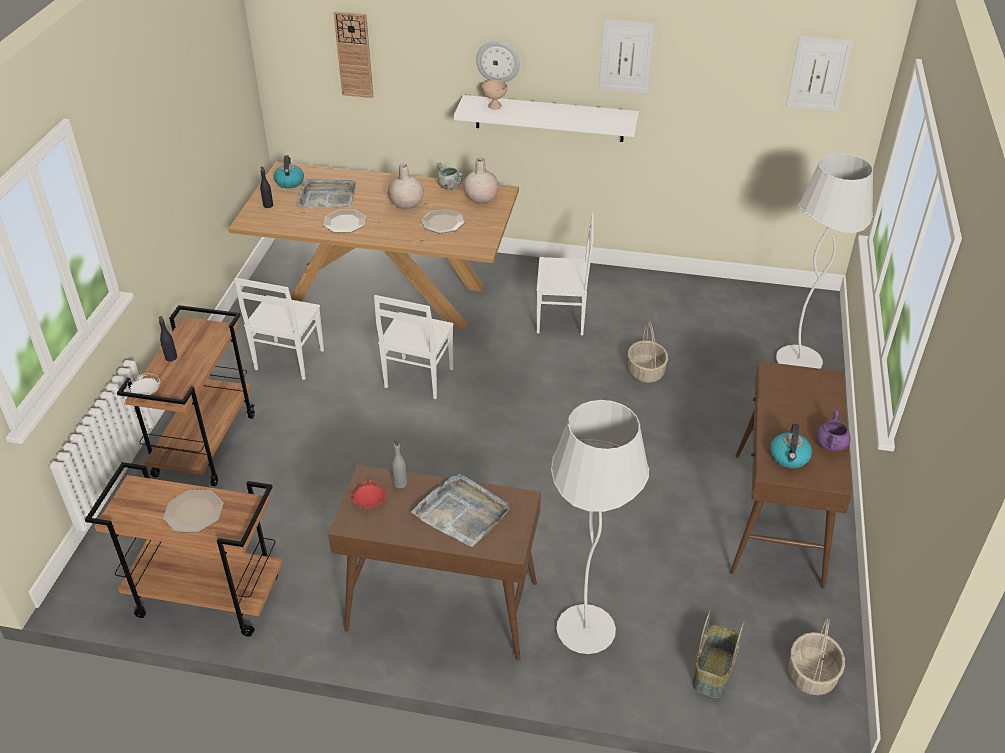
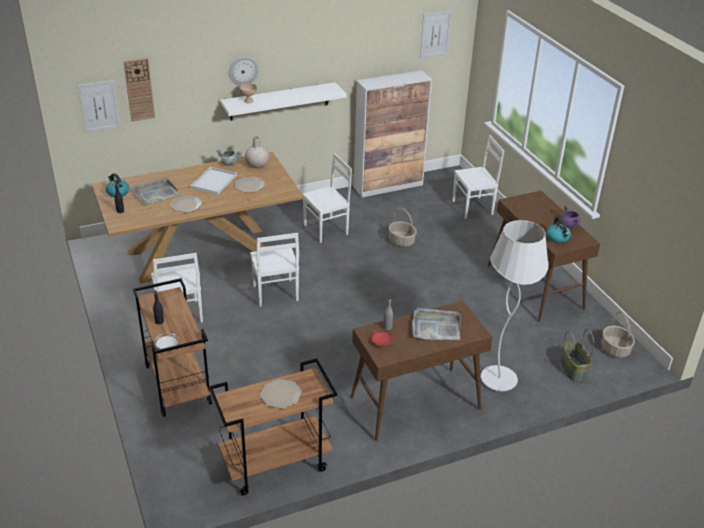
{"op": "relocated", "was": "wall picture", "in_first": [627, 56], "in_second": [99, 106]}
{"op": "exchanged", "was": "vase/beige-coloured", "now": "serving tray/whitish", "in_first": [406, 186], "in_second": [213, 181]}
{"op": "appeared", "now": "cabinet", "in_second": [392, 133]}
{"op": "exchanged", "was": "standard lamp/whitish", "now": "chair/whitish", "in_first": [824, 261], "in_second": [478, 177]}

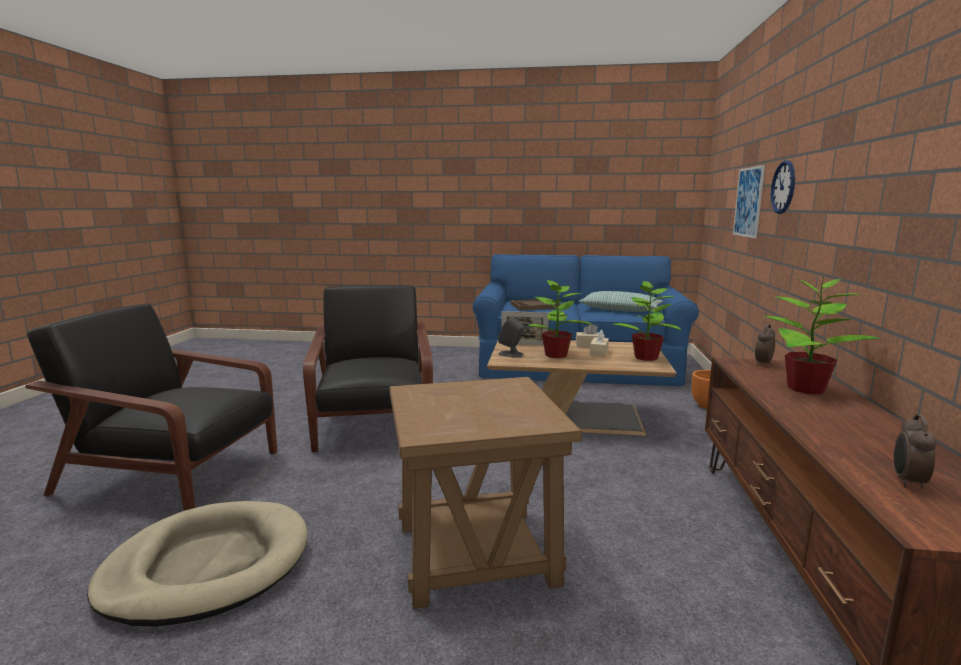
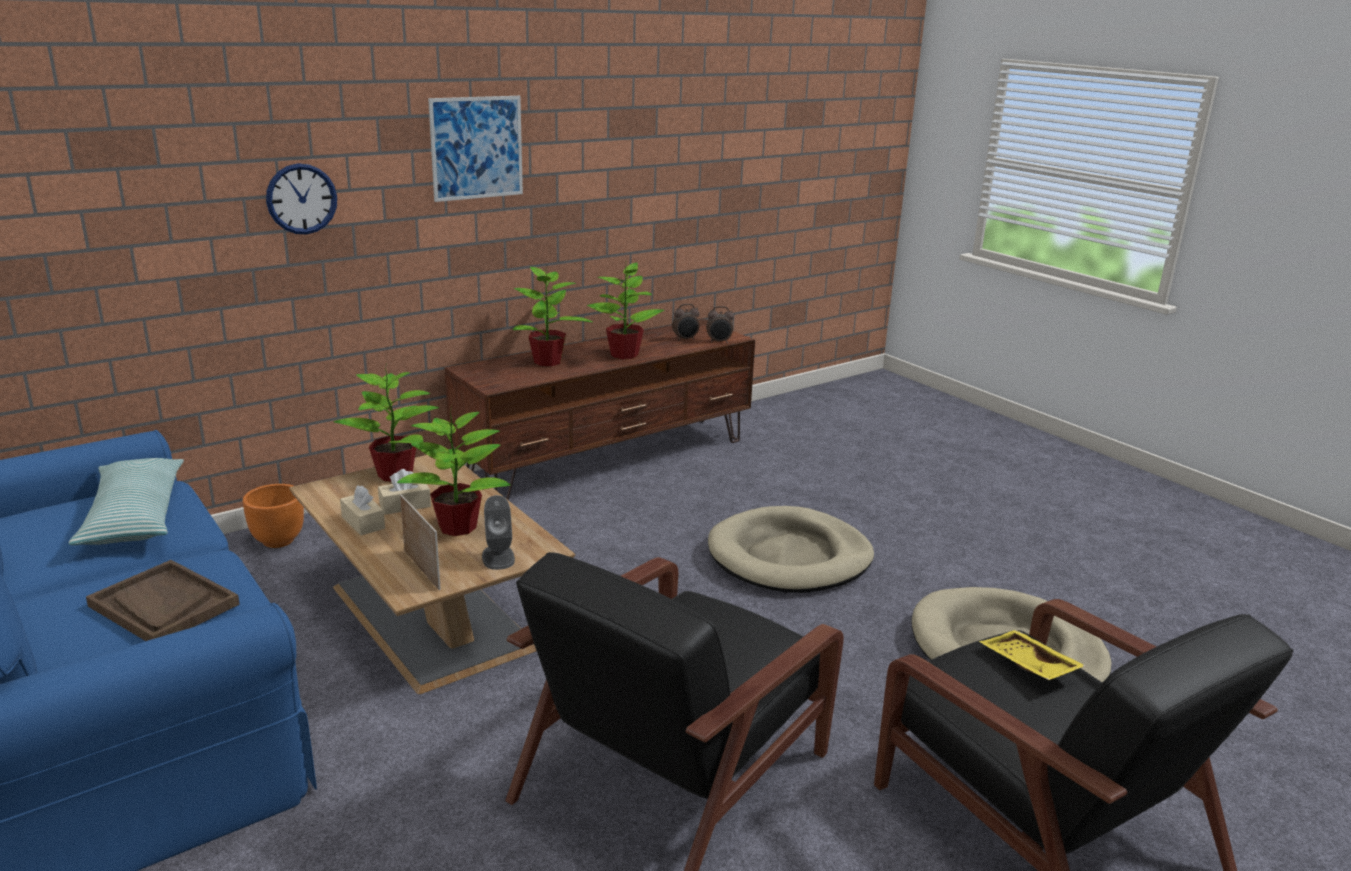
{"op": "relocated", "was": "wall picture", "in_first": [749, 201], "in_second": [475, 149]}
{"op": "appeared", "now": "houseplant", "in_second": [626, 310]}
{"op": "relocated", "was": "table clock", "in_first": [765, 345], "in_second": [720, 324]}
{"op": "exchanged", "was": "accent table/brownish", "now": "pet bed/beige-coloured", "in_first": [486, 493], "in_second": [791, 549]}
{"op": "appeared", "now": "serving tray/yellowish", "in_second": [1032, 655]}

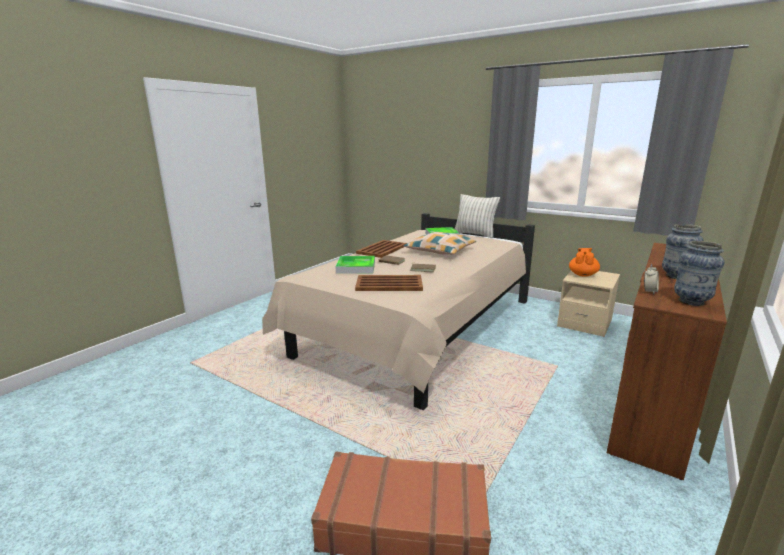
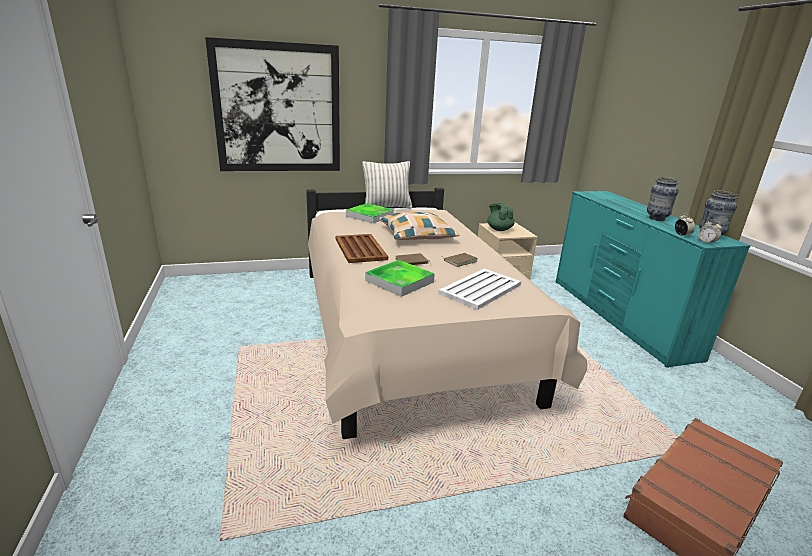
{"op": "appeared", "now": "wall picture", "in_second": [272, 104]}
{"op": "colour", "was": "serving tray/brownish", "now": "serving tray/whitish", "in_first": [389, 283], "in_second": [480, 289]}
{"op": "colour", "was": "tea pot/orange", "now": "tea pot/greenish", "in_first": [584, 262], "in_second": [501, 217]}
{"op": "colour", "was": "drawer chest/brownish", "now": "drawer chest/turquoise", "in_first": [667, 361], "in_second": [653, 279]}
{"op": "appeared", "now": "table clock", "in_second": [710, 231]}

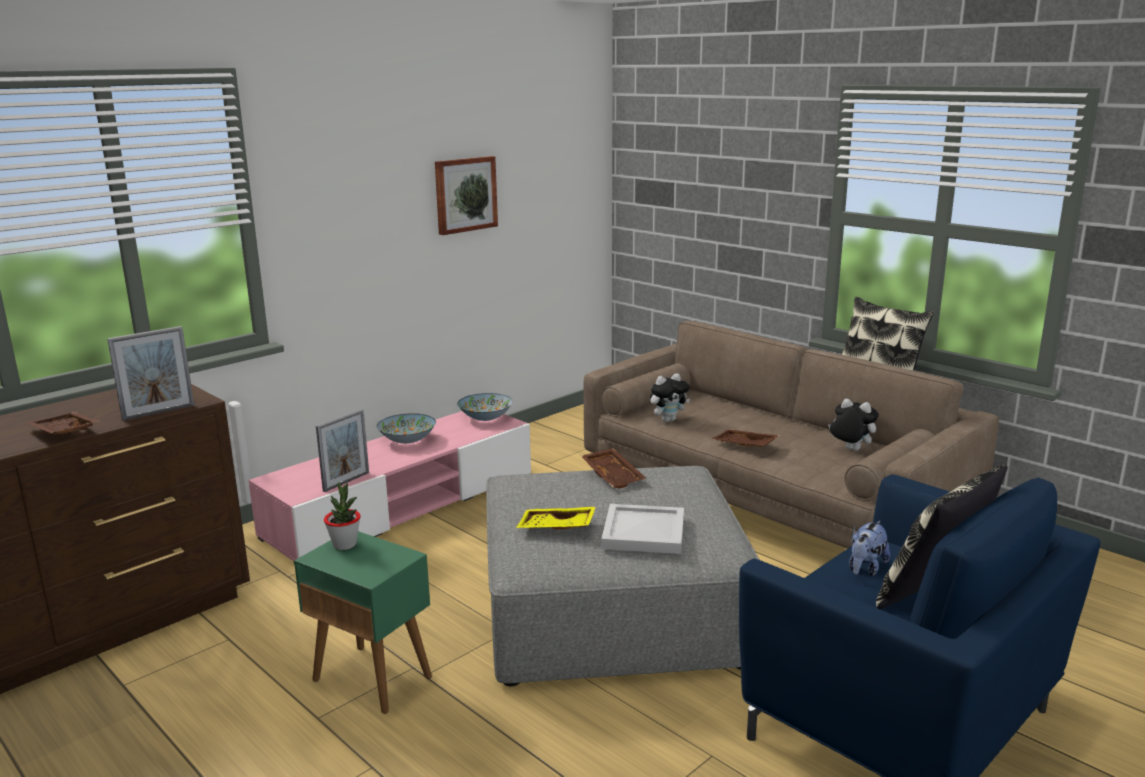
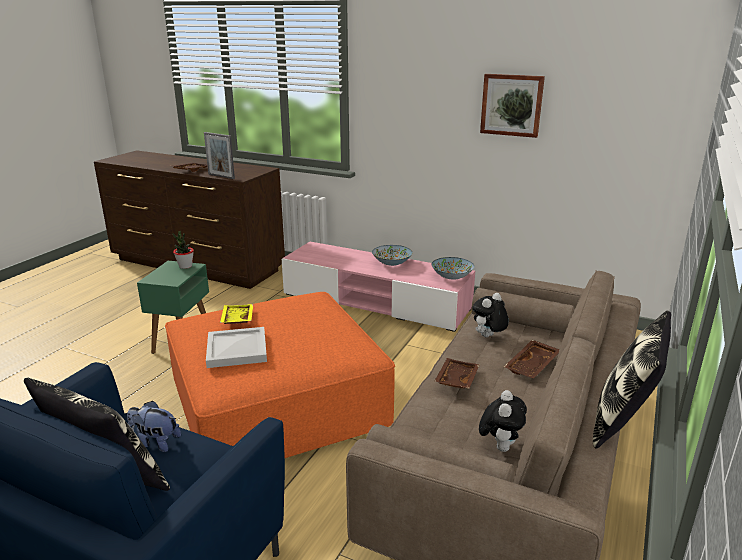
{"op": "colour", "was": "pouffe/greyish", "now": "pouffe/orange", "in_first": [623, 576], "in_second": [280, 375]}
{"op": "spun", "was": "cuddly toy", "in_first": [670, 397], "in_second": [490, 315], "clockwise": 90}
{"op": "relocated", "was": "serving tray/brownish", "in_first": [613, 468], "in_second": [532, 359]}
{"op": "missing", "was": "photo frame", "in_first": [342, 450]}

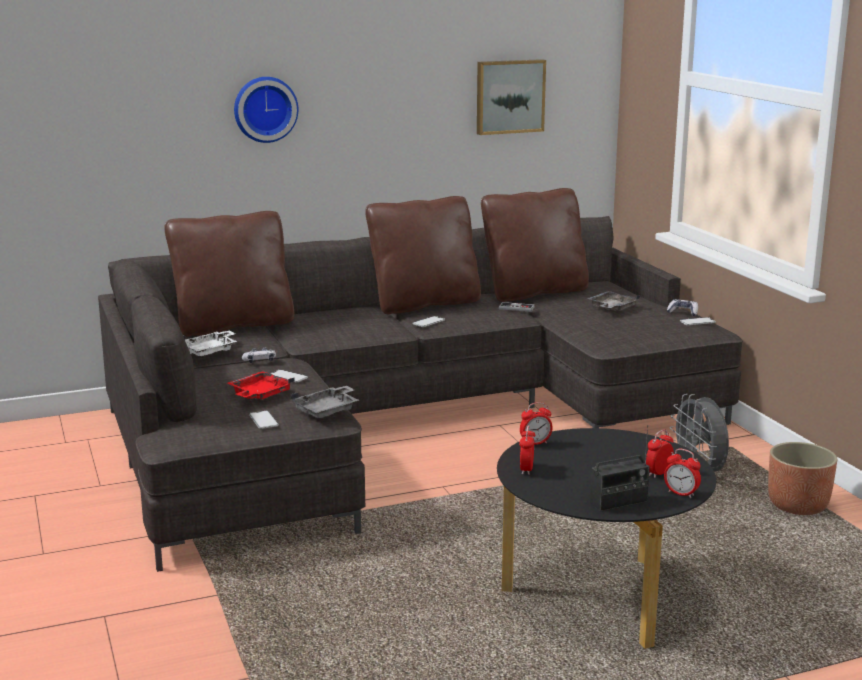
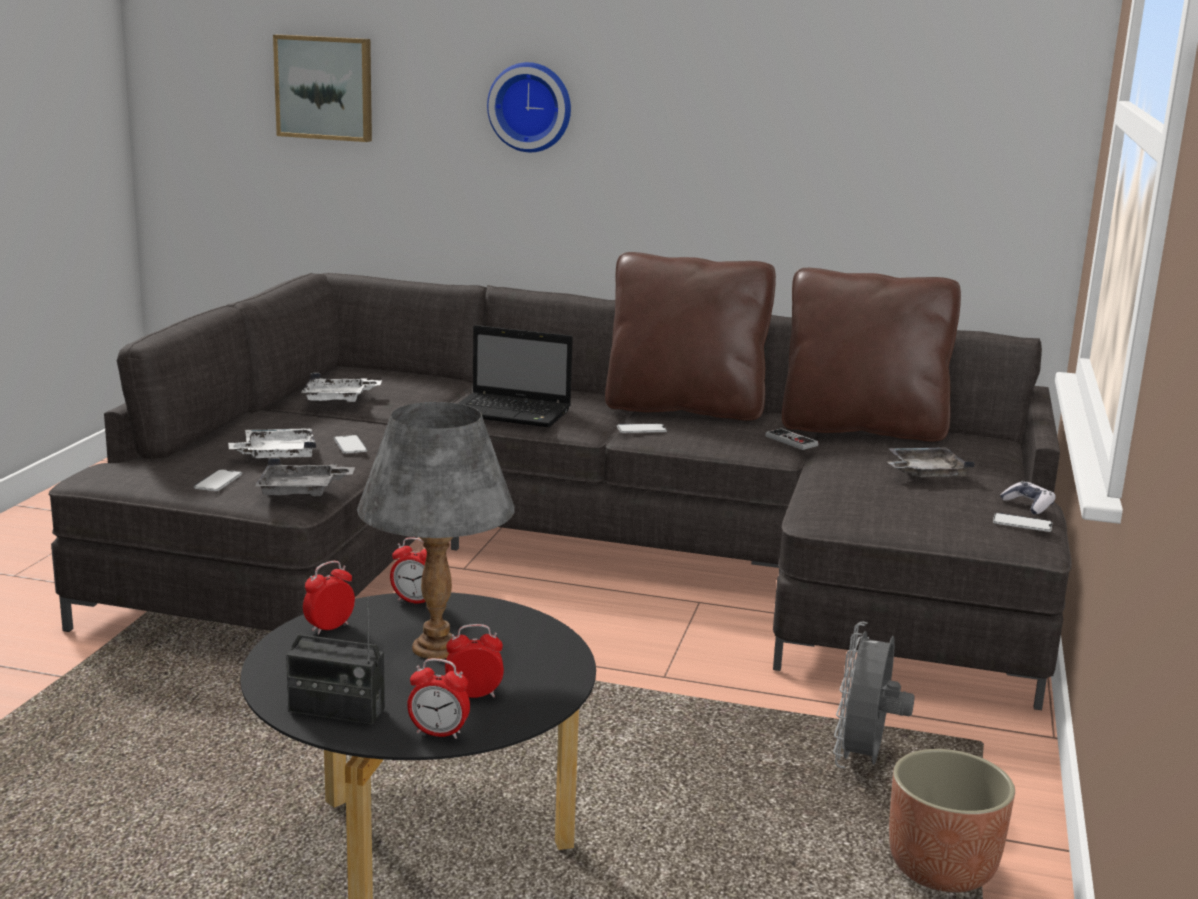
{"op": "colour", "was": "serving tray/reddish", "now": "serving tray/whitish", "in_first": [261, 385], "in_second": [272, 443]}
{"op": "relocated", "was": "wall picture", "in_first": [511, 97], "in_second": [322, 88]}
{"op": "appeared", "now": "lamp for a table/greyish", "in_second": [436, 530]}
{"op": "spun", "was": "table clock", "in_first": [682, 473], "in_second": [438, 698], "clockwise": -60}
{"op": "appeared", "now": "notebook computer", "in_second": [515, 376]}
{"op": "missing", "was": "throw pillow/brownish", "in_first": [229, 274]}
{"op": "missing", "was": "gamepad", "in_first": [259, 355]}

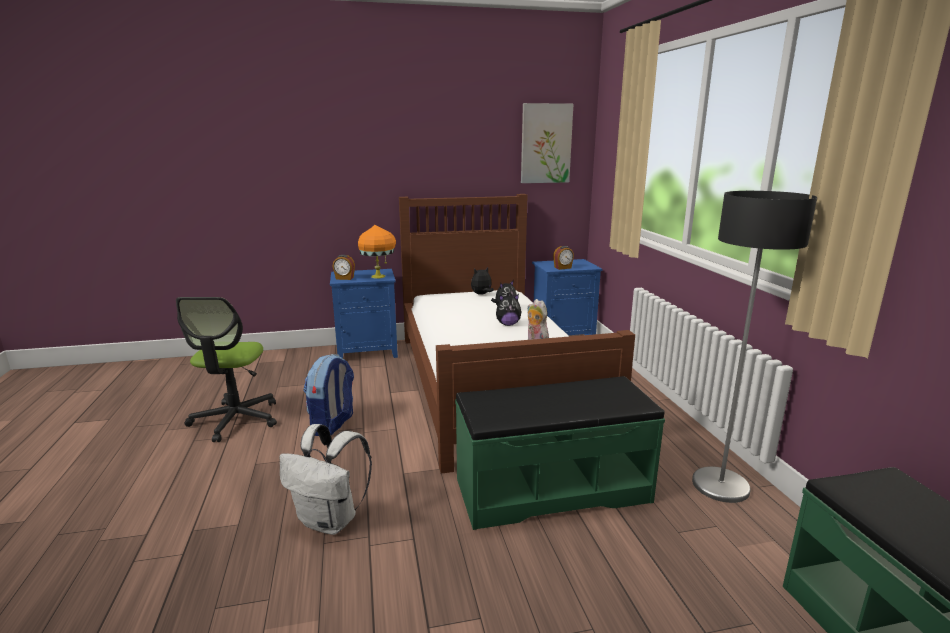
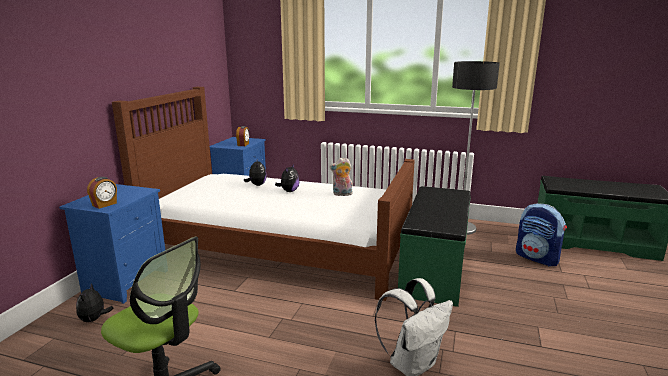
{"op": "relocated", "was": "cuddly toy", "in_first": [482, 281], "in_second": [94, 302]}
{"op": "relocated", "was": "backpack", "in_first": [329, 395], "in_second": [541, 234]}
{"op": "missing", "was": "lamp for a table/orange", "in_first": [377, 252]}
{"op": "missing", "was": "wall picture", "in_first": [547, 143]}

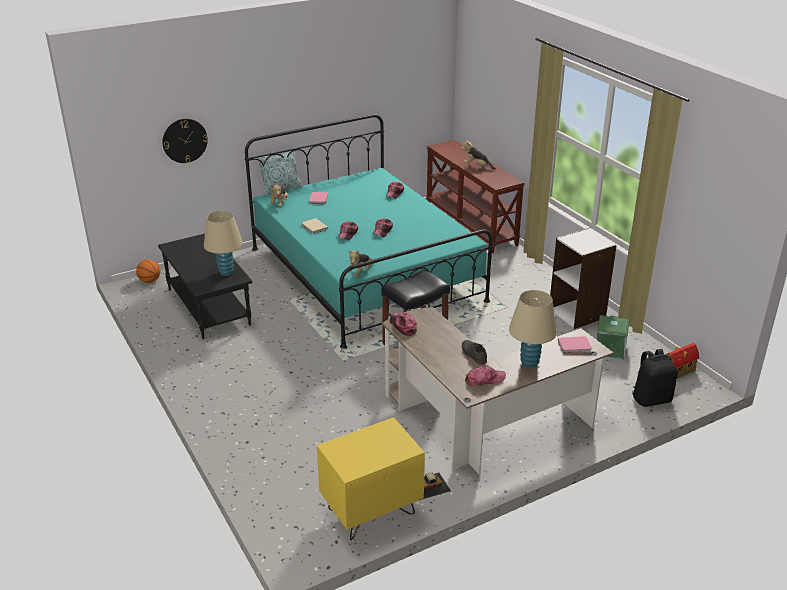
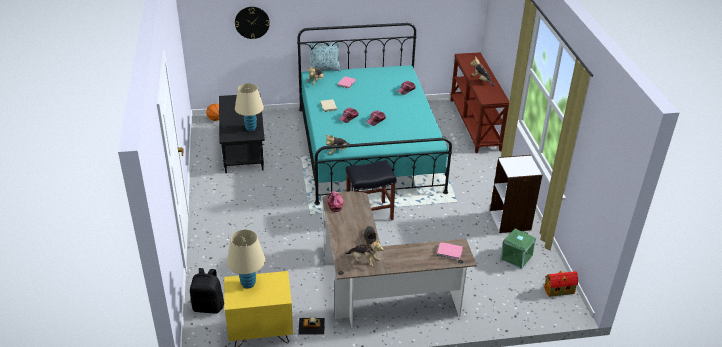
{"op": "relocated", "was": "backpack/blackish", "in_first": [655, 378], "in_second": [207, 291]}
{"op": "relocated", "was": "lamp for a table/beige-coloured", "in_first": [533, 329], "in_second": [246, 259]}
{"op": "exchanged", "was": "cap", "now": "cuddly toy", "in_first": [485, 375], "in_second": [364, 252]}

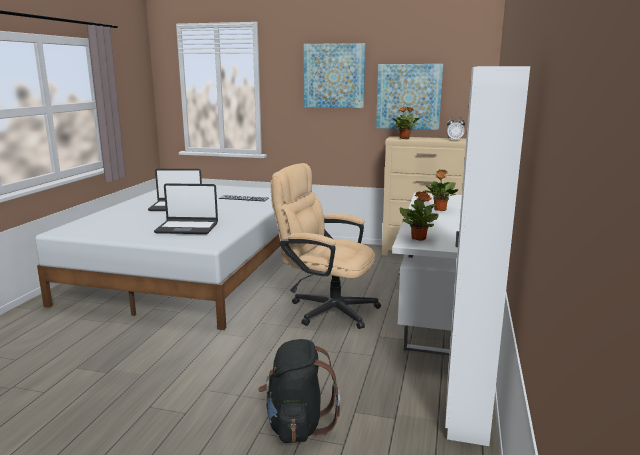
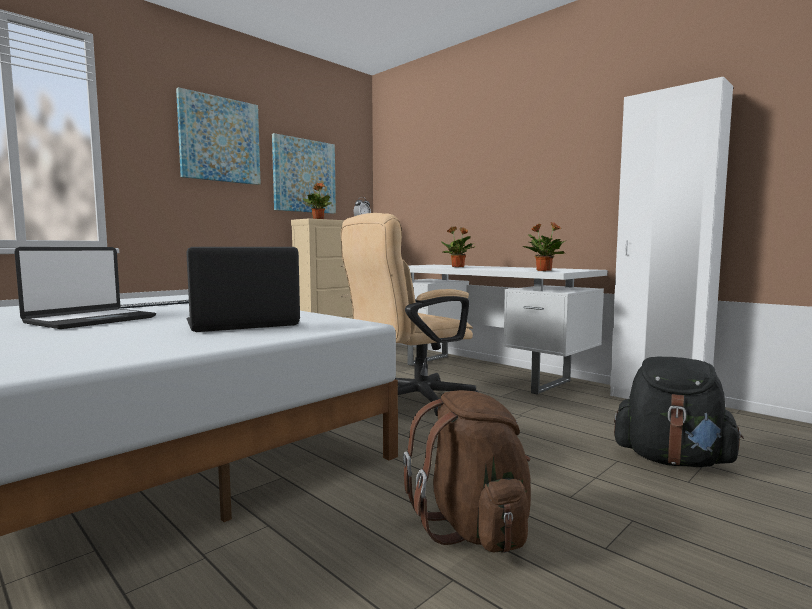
{"op": "spun", "was": "notebook computer", "in_first": [186, 208], "in_second": [243, 289], "clockwise": -150}
{"op": "appeared", "now": "backpack/brownish", "in_second": [467, 471]}

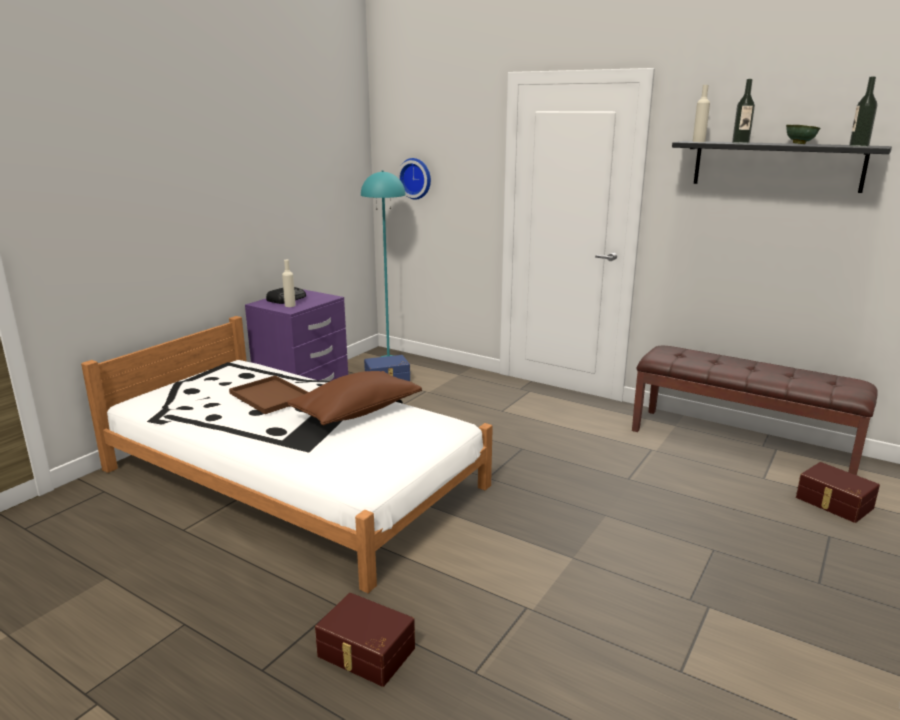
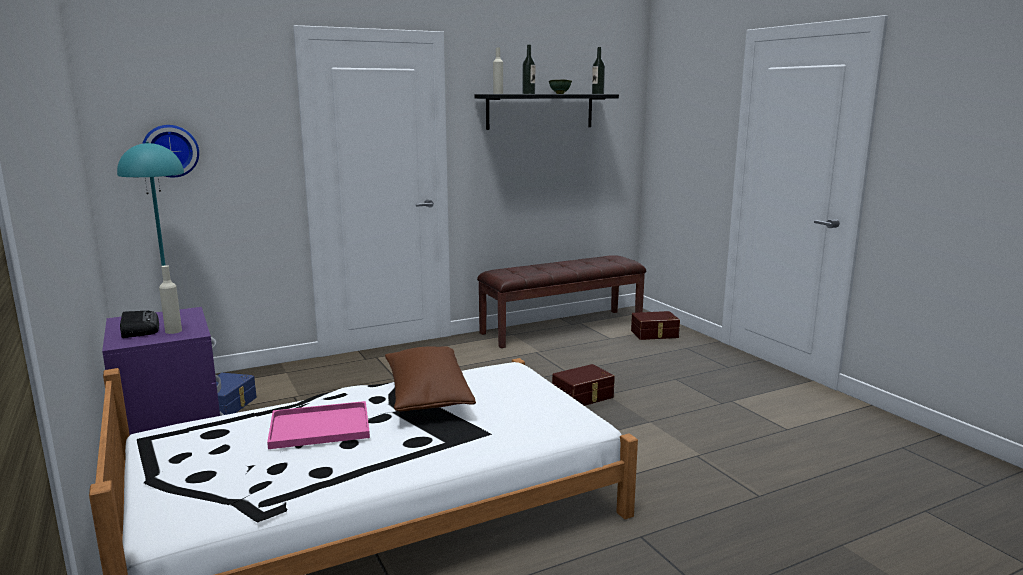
{"op": "colour", "was": "serving tray/brownish", "now": "serving tray/pinkish", "in_first": [268, 394], "in_second": [318, 425]}
{"op": "relocated", "was": "storage container/brownish", "in_first": [365, 640], "in_second": [583, 385]}

